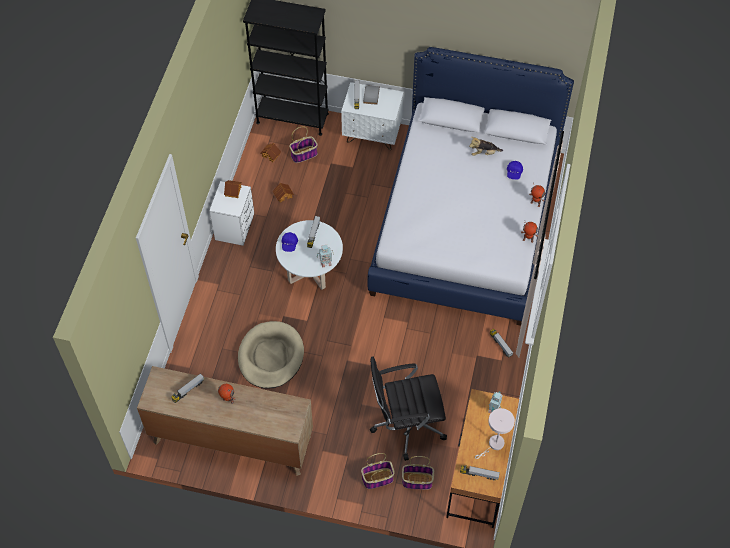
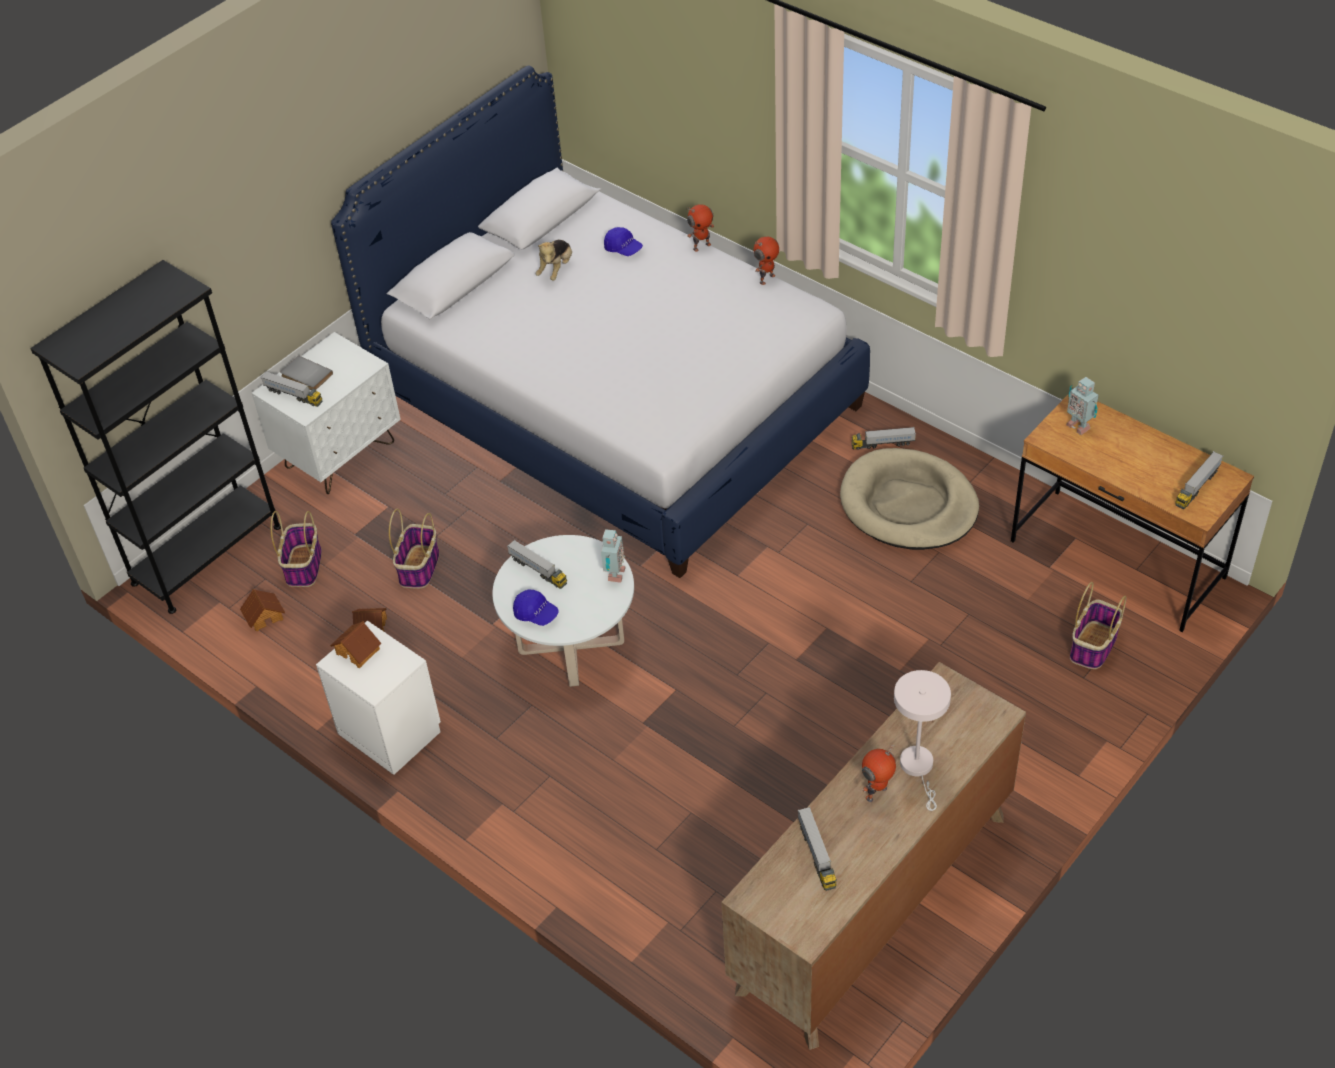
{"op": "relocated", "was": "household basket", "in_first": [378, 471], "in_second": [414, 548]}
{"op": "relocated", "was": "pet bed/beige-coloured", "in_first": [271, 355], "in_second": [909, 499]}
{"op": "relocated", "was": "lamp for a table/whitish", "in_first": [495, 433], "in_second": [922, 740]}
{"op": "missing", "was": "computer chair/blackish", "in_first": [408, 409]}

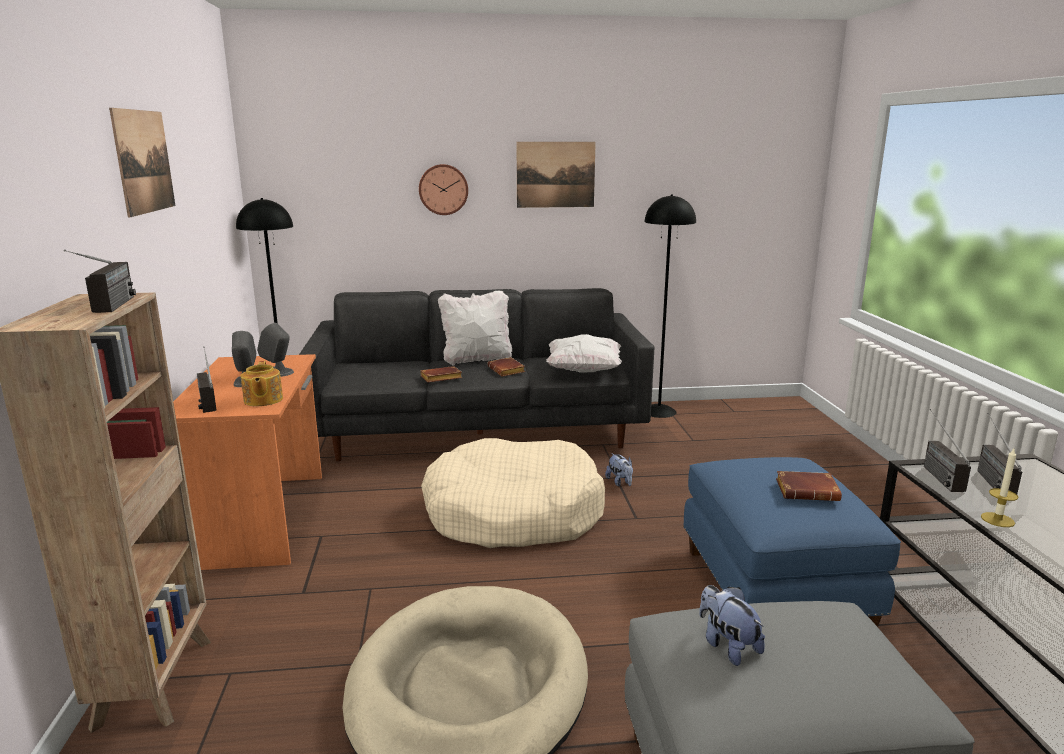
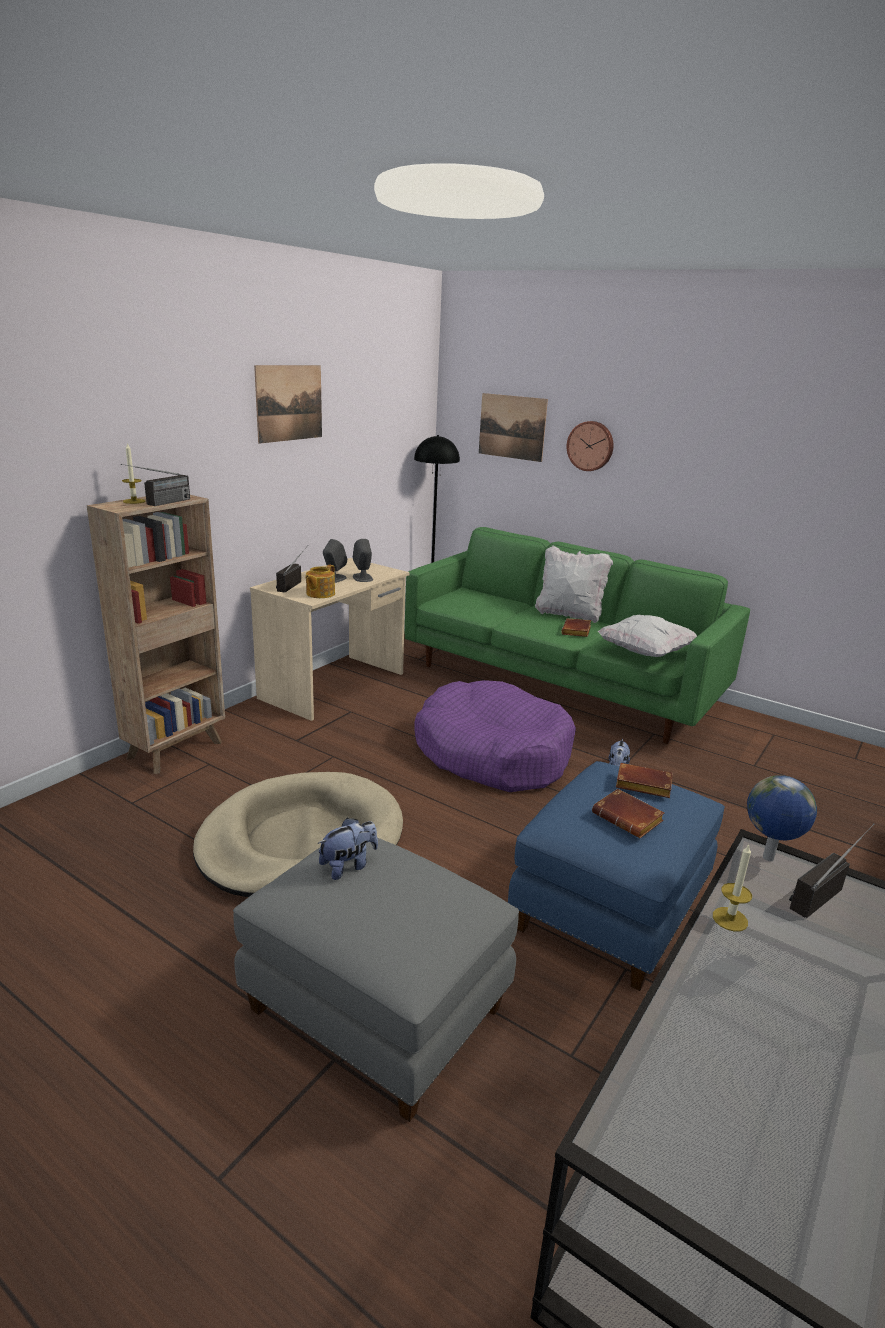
{"op": "appeared", "now": "wax light", "in_second": [133, 473]}
{"op": "colour", "was": "desk unit/orange", "now": "desk unit/beige-coloured", "in_first": [247, 462], "in_second": [330, 639]}
{"op": "spun", "was": "cuddly toy", "in_first": [732, 625], "in_second": [348, 849], "clockwise": 45}
{"op": "colour", "was": "couch/blackish", "now": "couch/greenish", "in_first": [476, 374], "in_second": [577, 635]}
{"op": "colour", "was": "pet bed/beige-coloured", "now": "pet bed/purple", "in_first": [513, 493], "in_second": [495, 736]}
{"op": "relocated", "was": "wall picture", "in_first": [556, 175], "in_second": [513, 427]}
{"op": "relocated", "was": "bound book/brownish", "in_first": [441, 374], "in_second": [644, 780]}
{"op": "exchanged", "was": "radio", "now": "desk globe", "in_first": [947, 450], "in_second": [782, 818]}
{"op": "missing", "was": "standard lamp/blackish", "in_first": [670, 306]}

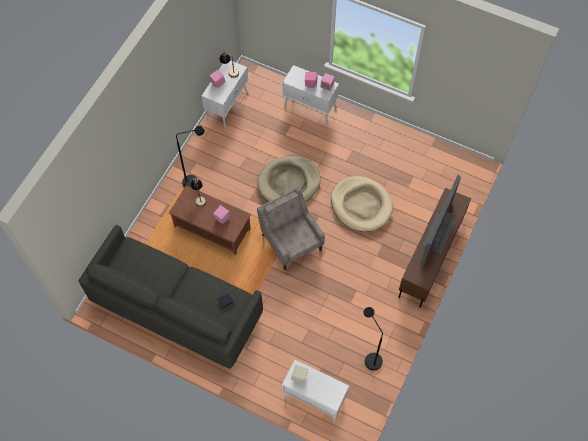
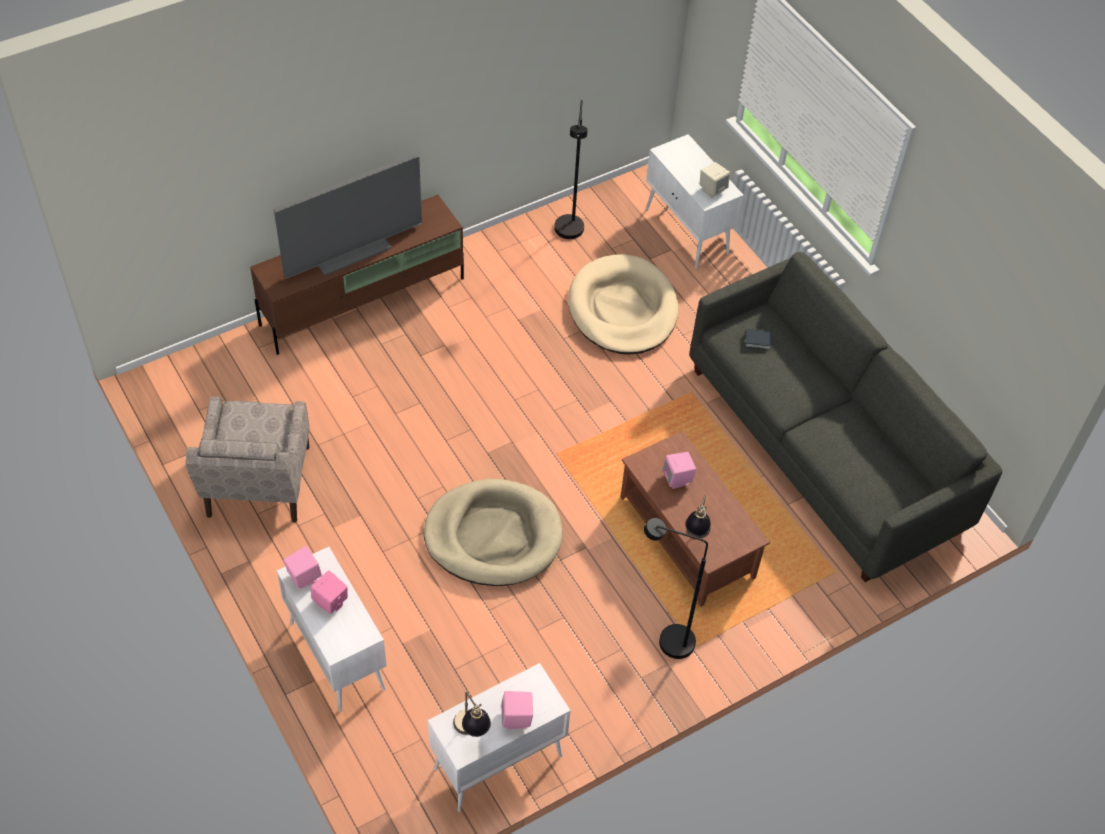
{"op": "relocated", "was": "armchair/beige-coloured", "in_first": [291, 228], "in_second": [247, 459]}
{"op": "relocated", "was": "pet bed/beige-coloured", "in_first": [362, 204], "in_second": [623, 304]}

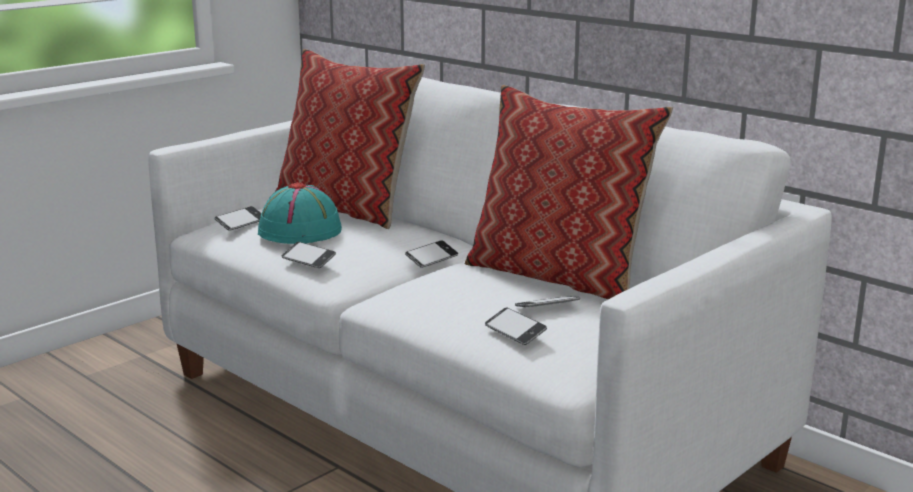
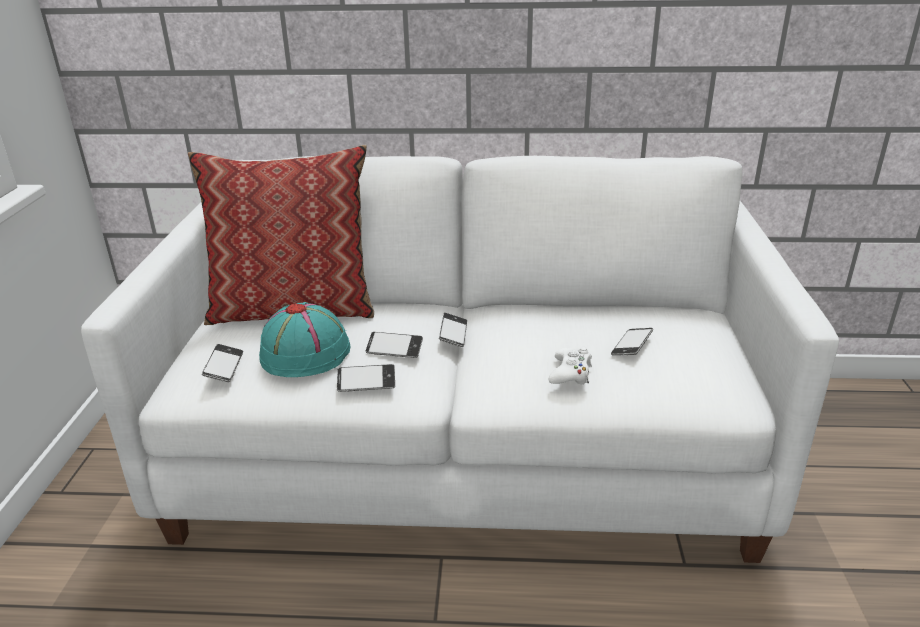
{"op": "relocated", "was": "telephone", "in_first": [516, 326], "in_second": [394, 345]}
{"op": "appeared", "now": "gamepad/whitish", "in_second": [570, 365]}
{"op": "missing", "was": "throw pillow", "in_first": [569, 192]}

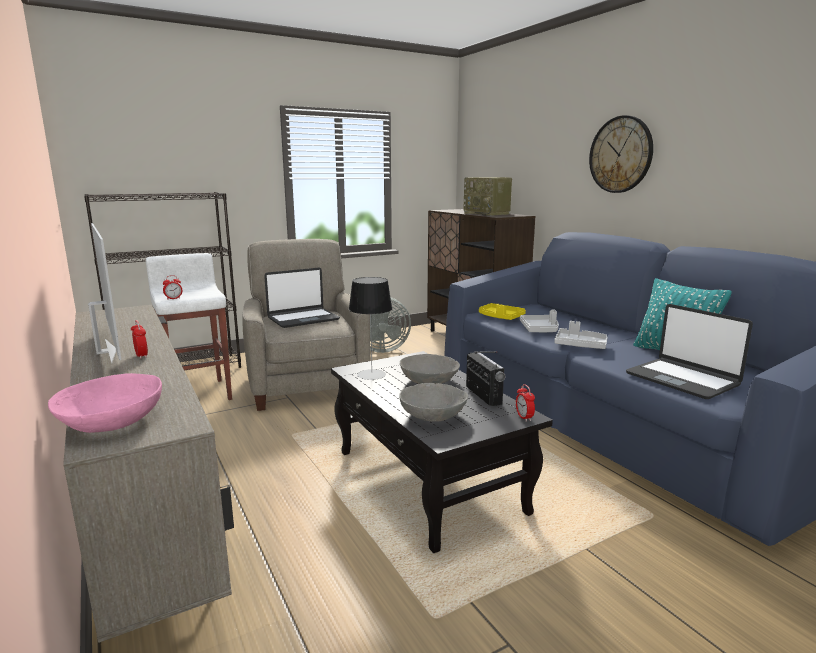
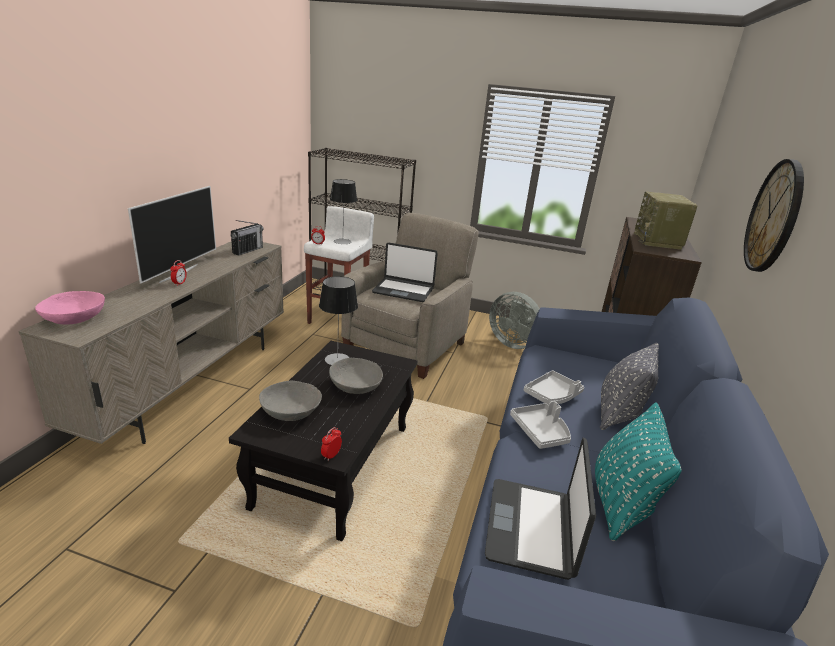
{"op": "relocated", "was": "radio", "in_first": [485, 378], "in_second": [247, 237]}
{"op": "appeared", "now": "lamp for a table", "in_second": [343, 211]}
{"op": "appeared", "now": "throw pillow/greyish", "in_second": [629, 386]}
{"op": "missing", "was": "serving tray/yellowish", "in_first": [502, 311]}

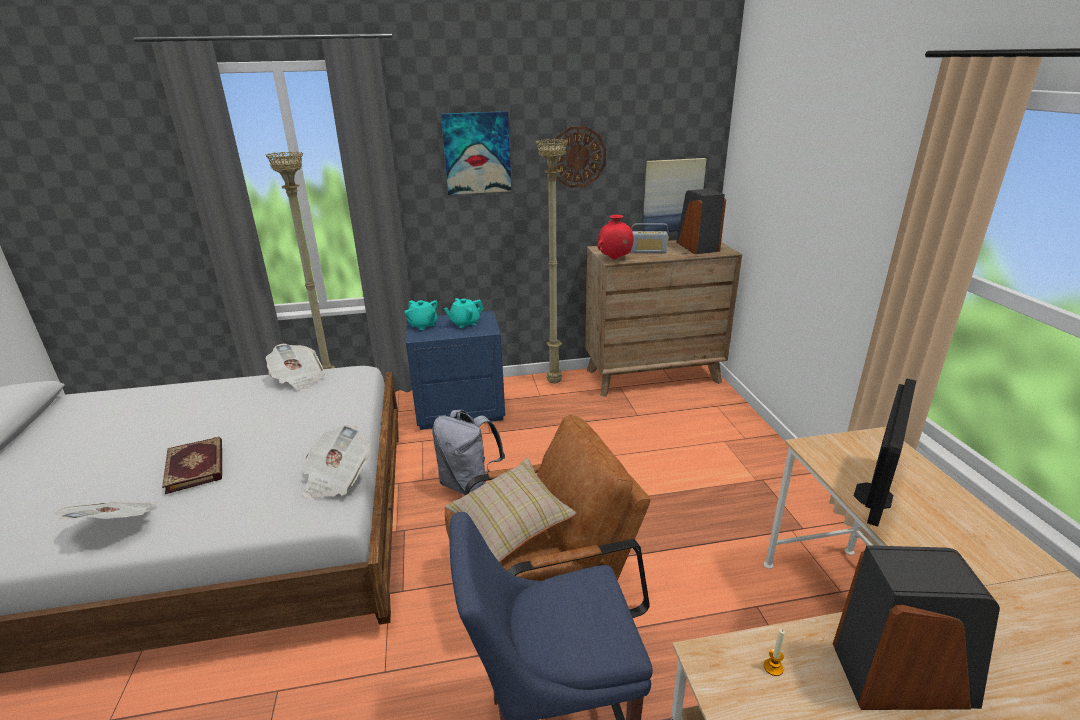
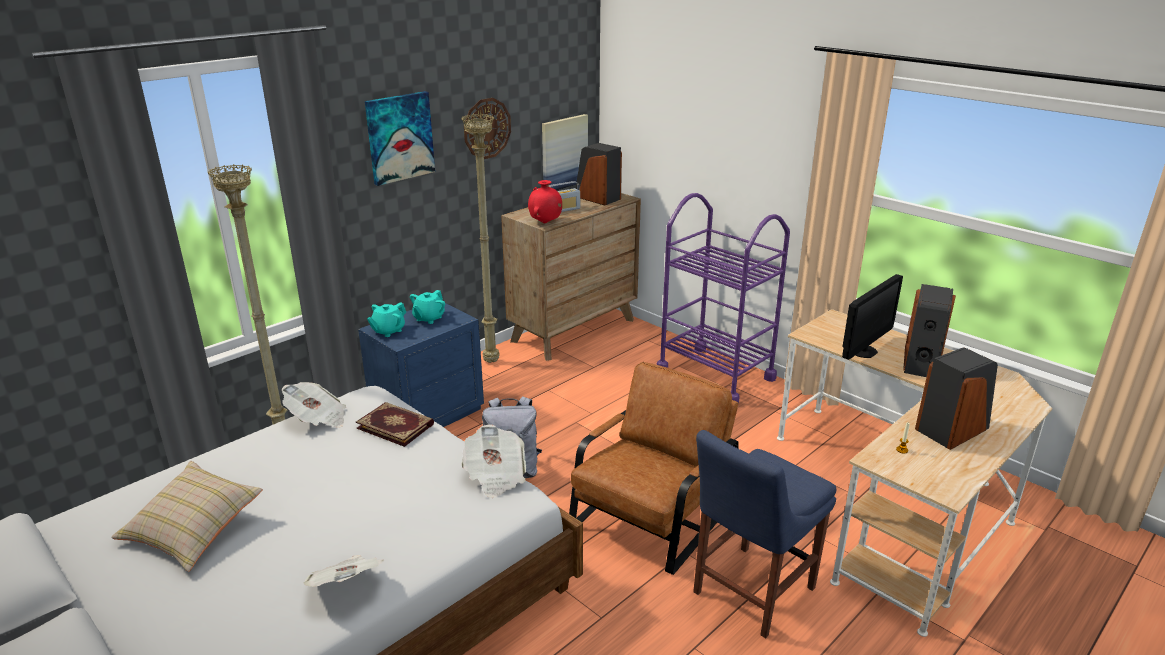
{"op": "relocated", "was": "throw pillow/beige-coloured", "in_first": [510, 510], "in_second": [187, 516]}
{"op": "relocated", "was": "bound book", "in_first": [192, 465], "in_second": [395, 424]}
{"op": "spun", "was": "tea pot/turquoise", "in_first": [421, 315], "in_second": [386, 319], "clockwise": 120}
{"op": "appeared", "now": "cart/purple", "in_second": [723, 298]}
{"op": "spun", "was": "computer display", "in_first": [885, 452], "in_second": [872, 317], "clockwise": 45}
{"op": "appeared", "now": "speaker", "in_second": [929, 330]}

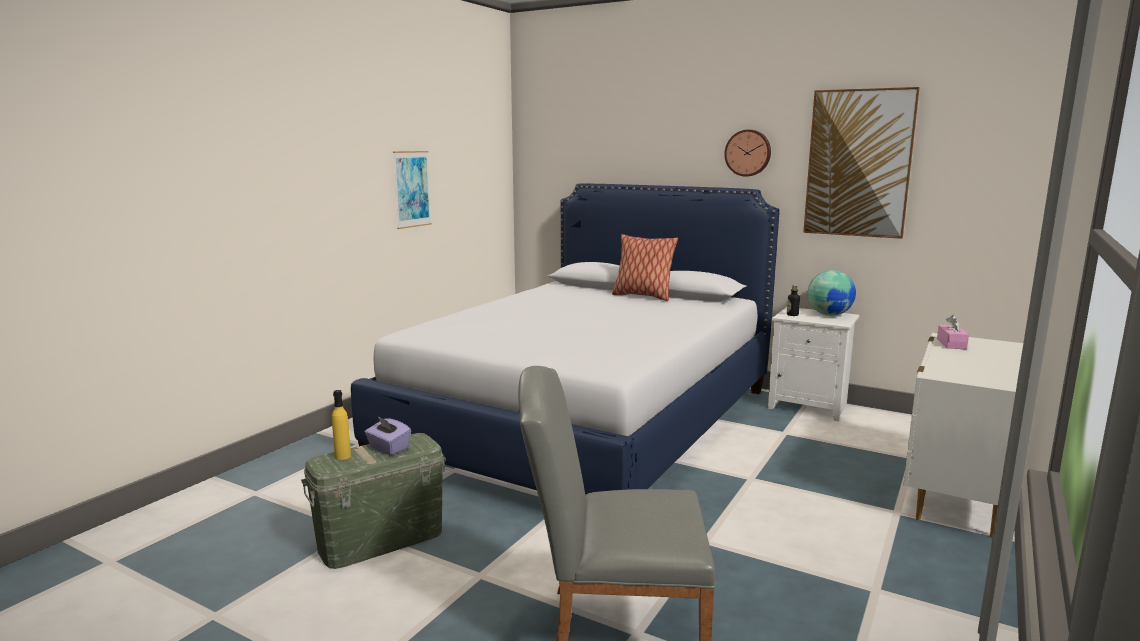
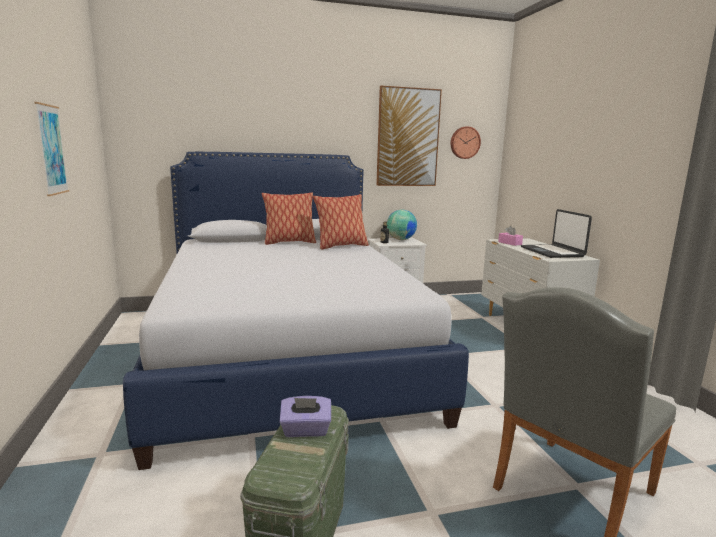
{"op": "appeared", "now": "throw pillow", "in_second": [341, 221]}
{"op": "relocated", "was": "hanging clock", "in_first": [747, 153], "in_second": [466, 142]}
{"op": "appeared", "now": "notebook computer", "in_second": [556, 233]}
{"op": "missing", "was": "bottle/yellowish", "in_first": [341, 425]}

